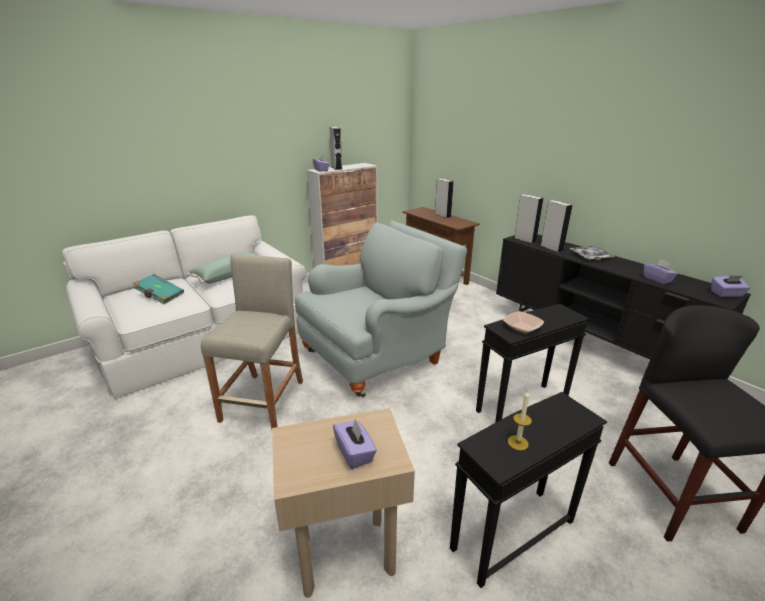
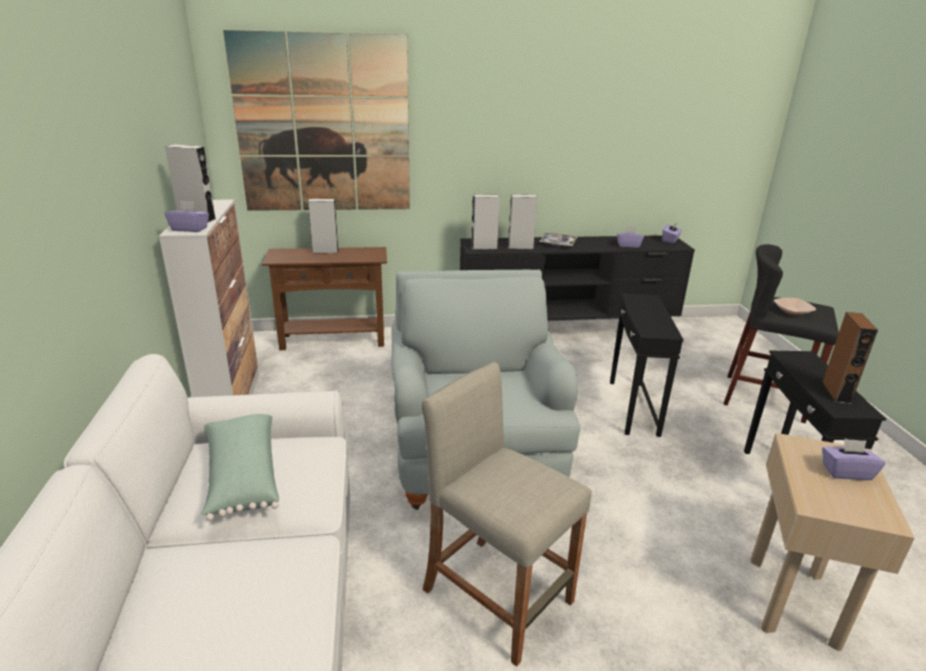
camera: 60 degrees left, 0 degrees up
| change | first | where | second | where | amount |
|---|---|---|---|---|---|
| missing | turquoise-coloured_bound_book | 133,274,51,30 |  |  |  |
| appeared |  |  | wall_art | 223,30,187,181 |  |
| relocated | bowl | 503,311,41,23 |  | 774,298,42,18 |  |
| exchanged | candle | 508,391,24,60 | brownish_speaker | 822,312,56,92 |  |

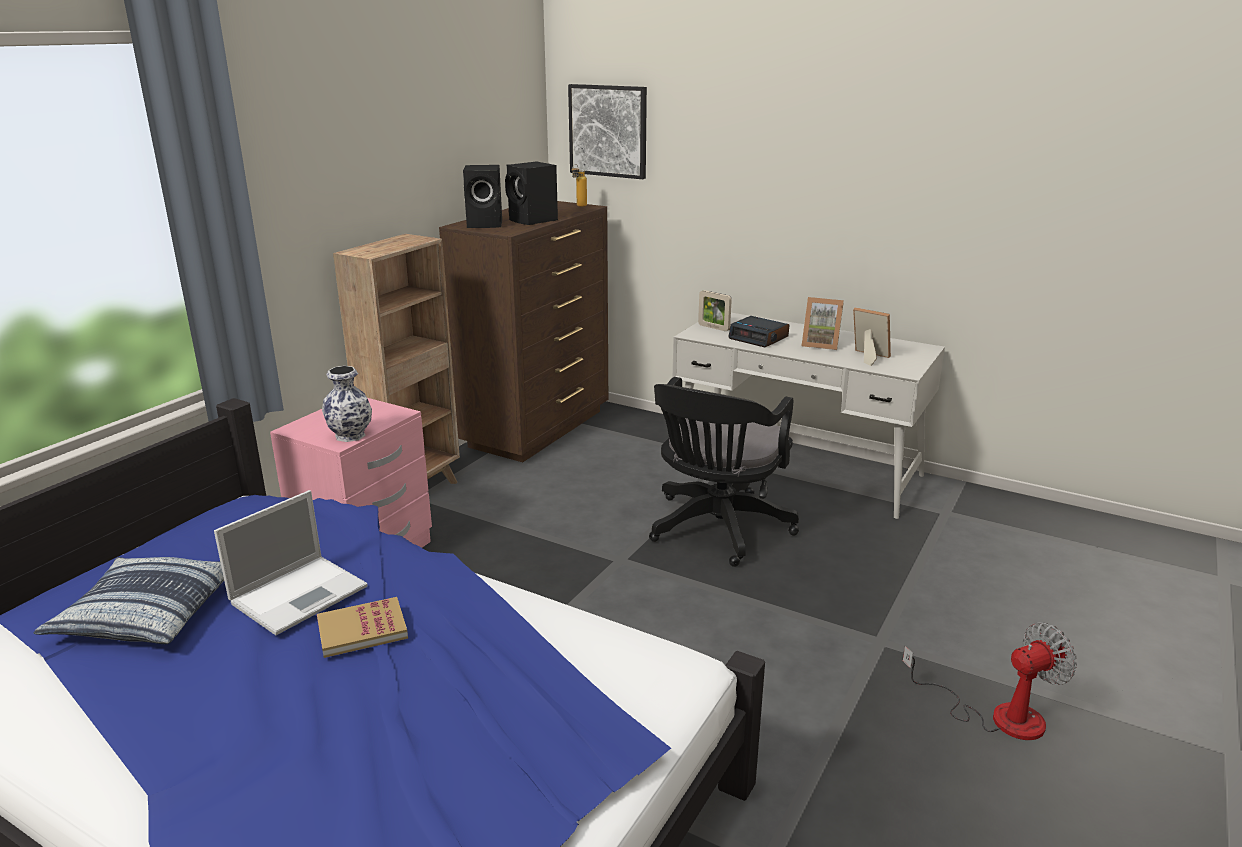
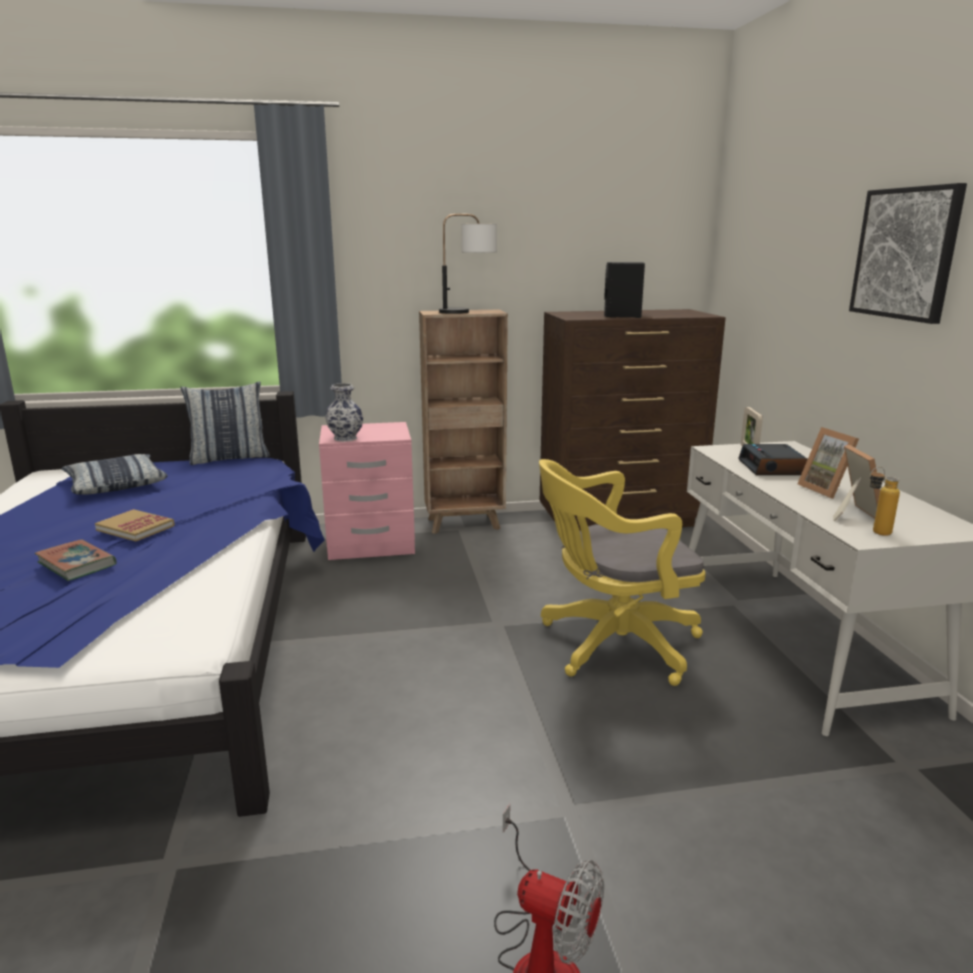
camera: 50 degrees right, 5 degrees down
| change | first | where | second | where | amount |
|---|---|---|---|---|---|
| missing | laptop | 214,490,154,145 |  |  |  |
| missing | blackish_speaker | 463,165,39,63 |  |  |  |
| appeared |  |  | bound_book | 35,540,82,41 |  |
| appeared |  |  | pillow | 181,382,88,83 |  |
| appeared |  |  | table_lamp | 439,214,58,100 |  |
| relocated | wall_art | 568,84,79,95 |  | 849,183,118,141 |  |
| relocated | drink_bottle | 571,164,16,43 |  | 870,467,30,69 |  |
| colour | blackish_desk_chair | 649,377,150,190 | yellow_desk_chair | 539,459,167,227 |  |

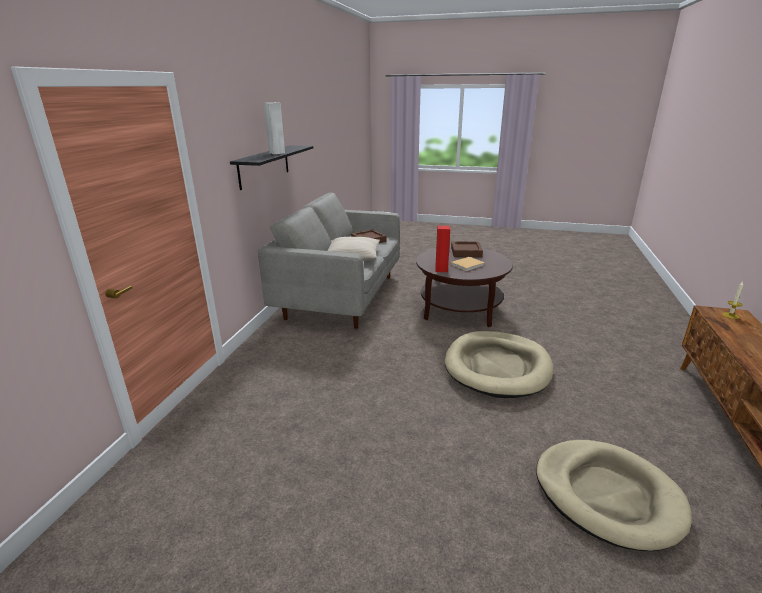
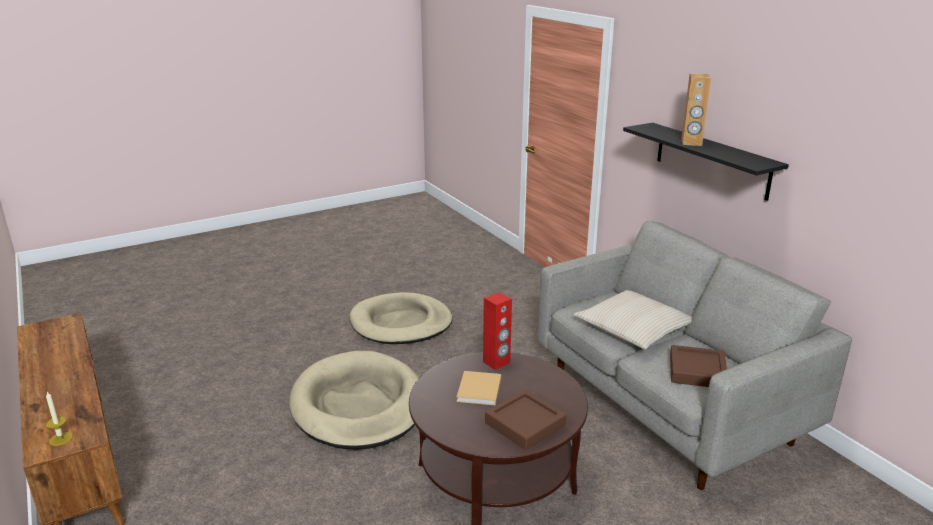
camera: 135 degrees right, 0 degrees up
| change | first | where | second | where | amount |
|---|---|---|---|---|---|
| relocated | beige-coloured_dog_cushion | 536,440,156,111 |  | 350,292,102,52 |  |
| colour | whitish_speaker | 264,103,21,51 | brownish_speaker | 681,74,30,72 |  |

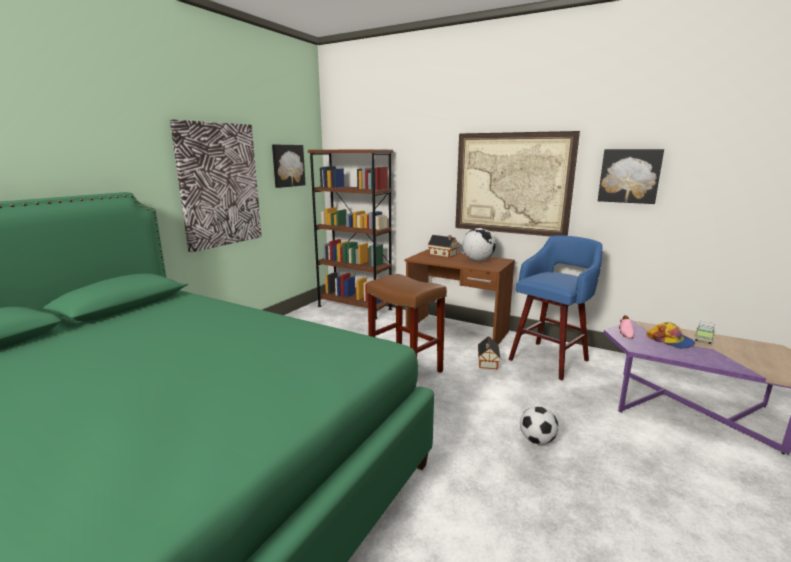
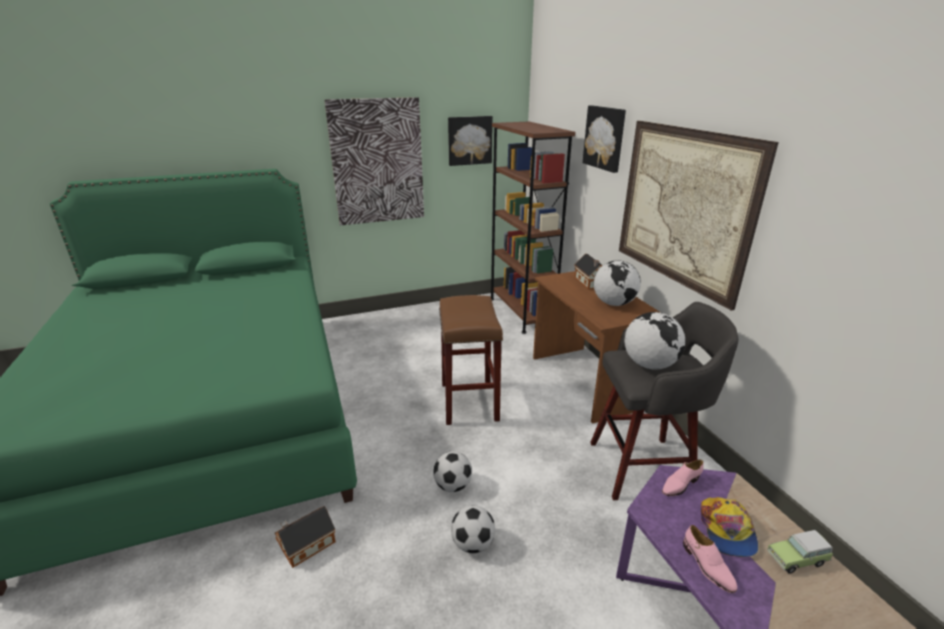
camera: 40 degrees right, 10 degrees up
| change | first | where | second | where | amount |
|---|---|---|---|---|---|
| appeared |  |  | football | 433,451,39,41 |  |
| appeared |  |  | desk_globe | 624,312,61,57 |  |
| appeared |  |  | pinkish_shoe | 683,525,54,68 |  |
| relocated | miniature_house | 478,336,23,33 |  | 275,506,61,62 |  |
| relocated | wall_art | 598,149,66,55 |  | 583,105,43,68 |  |
| colour | blue_sitting_stool | 508,235,95,145 | gray_sitting_stool | 590,302,148,198 |  |

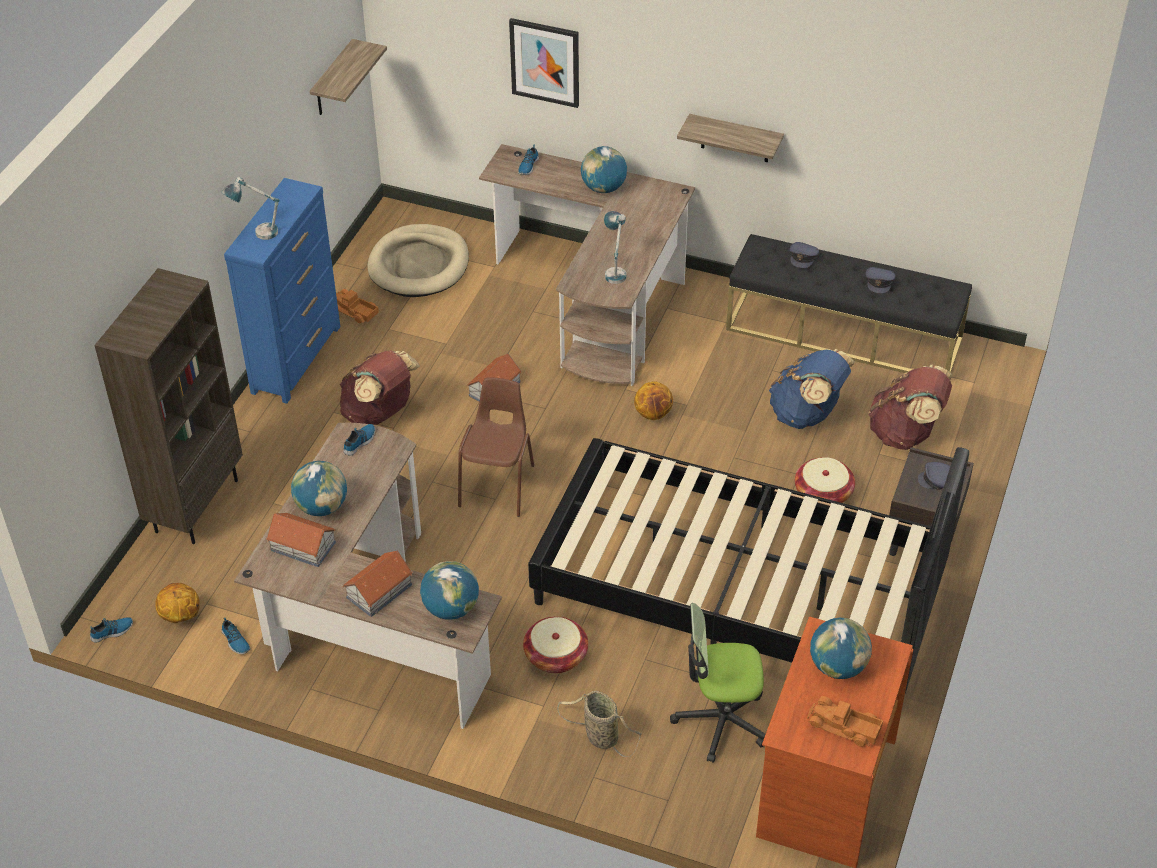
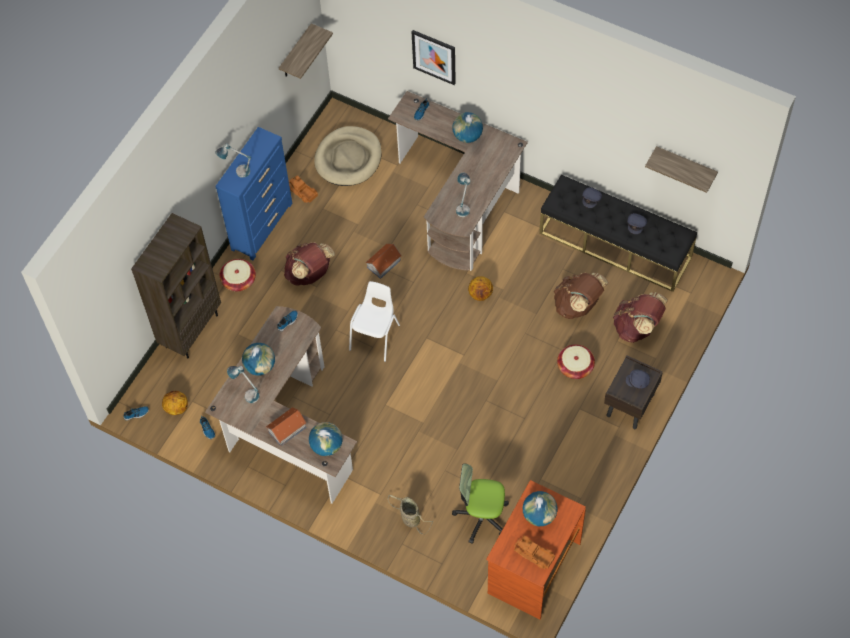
camera: 10 degrees right, 15 degrees up
| change | first | where | second | where | amount |
|---|---|---|---|---|---|
| missing | blackish_sleeping_bed | 528,438,441,256 |  |  |  |
| relocated | storage_basket | 523,617,65,56 |  | 219,259,37,32 |  |
| relocated | bracket_shelf | 677,114,107,48 |  | 645,146,73,47 |  |
| exchanged | miniature_house | 266,513,70,54 | table_lamp | 227,366,32,37 |  |
| colour | brownish_upright_chair | 458,378,76,139 | whitish_upright_chair | 349,281,51,81 |  |
| colour | blue_knapsack | 769,349,86,80 | brownish_knapsack | 554,273,54,46 |  |

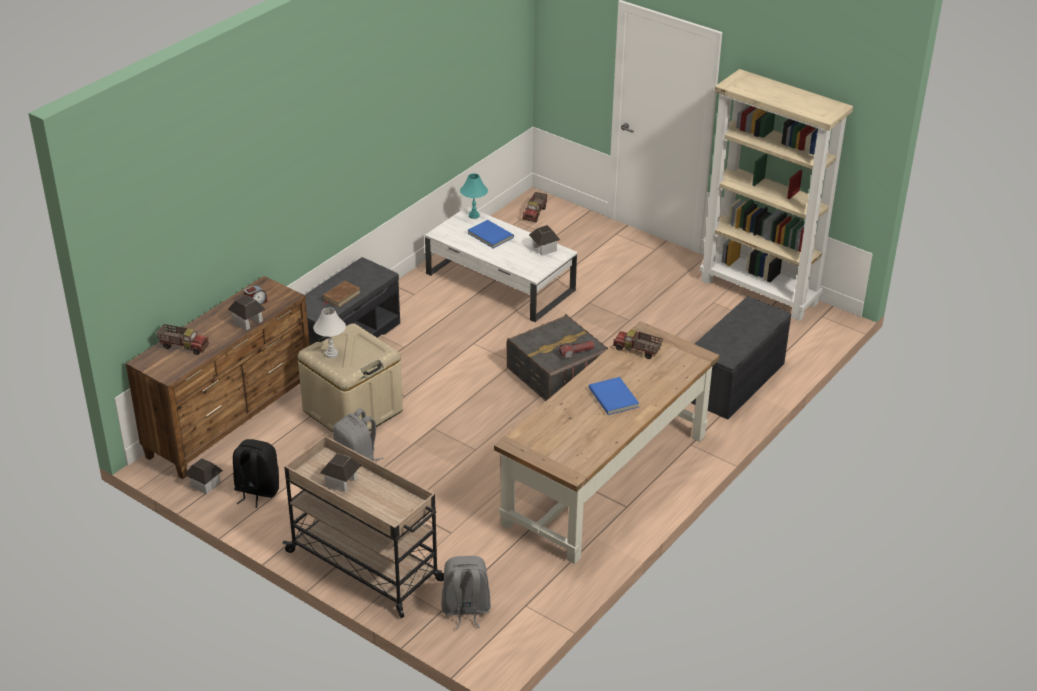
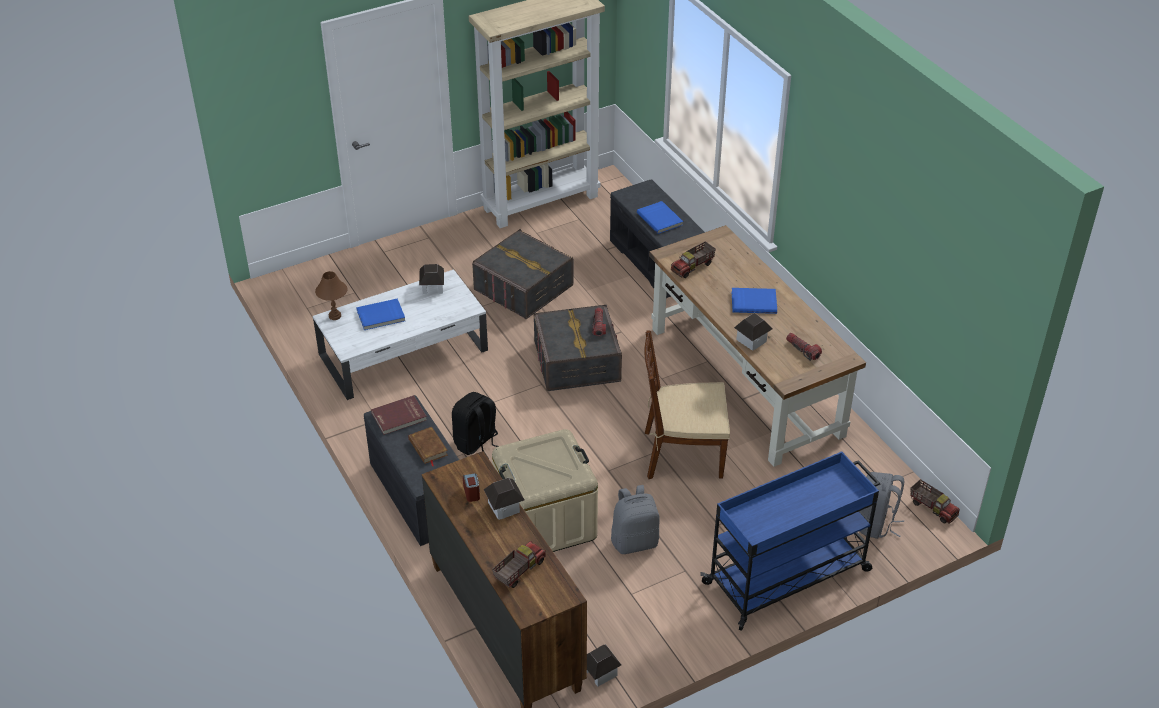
camera: 65 degrees left, 5 degrees up
| change | first | where | second | where | amount |
|---|---|---|---|---|---|
| missing | whitish_table_lamp | 313,308,33,50 |  |  |  |
| appeared |  |  | red_bound_book | 371,395,56,40 |  |
| appeared |  |  | gray_storage_bin | 472,229,101,90 |  |
| appeared |  |  | blue_bound_book | 637,201,46,33 |  |
| appeared |  |  | brownish_upright_chair | 644,330,86,149 |  |
| appeared |  |  | flashlight | 786,333,36,28 |  |
| relocated | blackish_knapsack | 233,439,46,69 |  | 452,392,46,67 |  |
| relocated | miniature_house | 320,453,42,39 |  | 734,313,38,38 |  |
| relocated | toy_truck | 522,192,26,30 |  | 910,479,50,45 |  |
| colour | beige-coloured_cart | 283,436,161,182 | blue_cart | 700,452,180,179 |  |
| colour | turquoise-coloured_table_lamp | 460,173,28,46 | brownish_table_lamp | 315,271,32,49 |  |

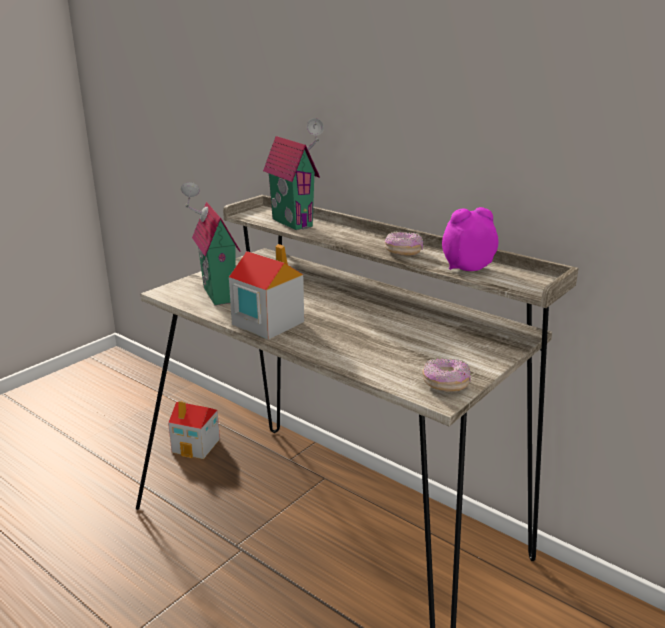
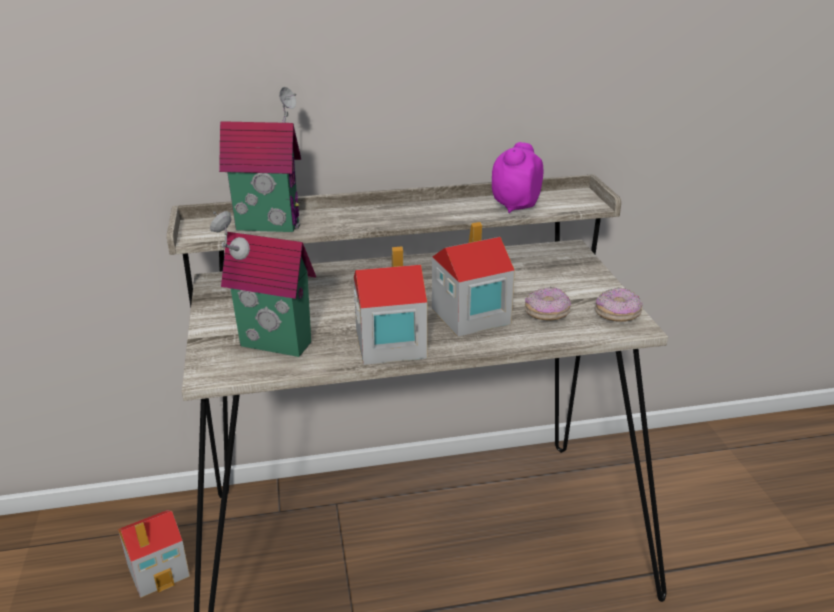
camera: 50 degrees left, 5 degrees up
| change | first | where | second | where | amount |
|---|---|---|---|---|---|
| appeared |  |  | miniature_house | 432,222,83,115 |  |
| relocated | ring_doughnut | 385,232,38,24 |  | 525,287,46,34 |  |

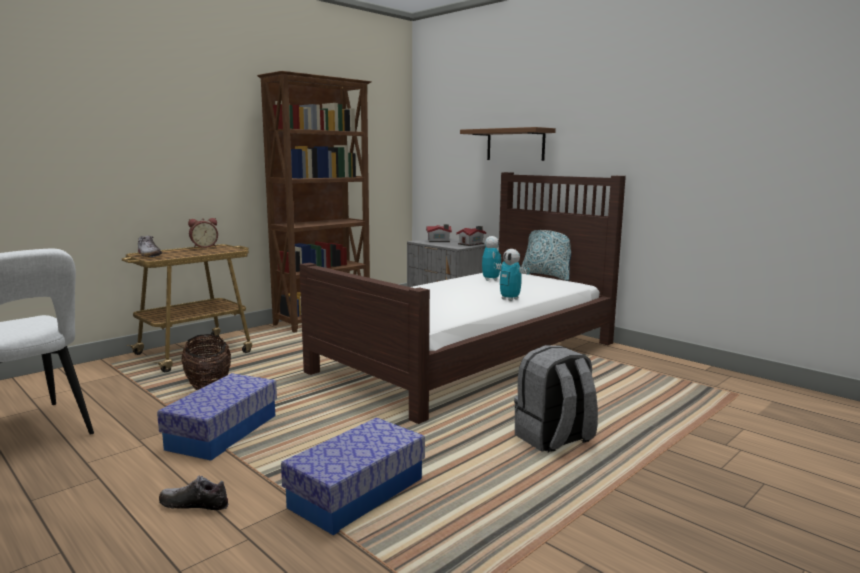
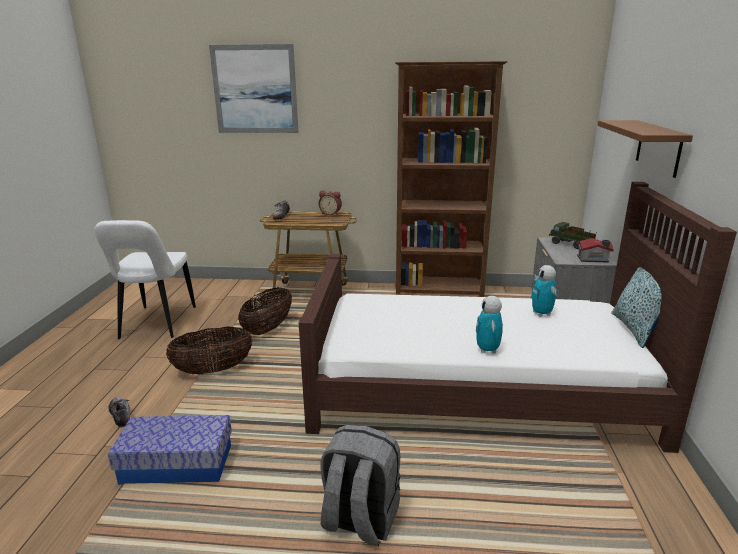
camera: 50 degrees right, 10 degrees up
| change | first | where | second | where | amount |
|---|---|---|---|---|---|
| appeared |  |  | wall_art | 209,44,90,89 |  |
| exchanged | storage_bin | 157,373,120,88 | storage_basket | 166,326,87,48 |  |
| exchanged | miniature_house | 426,224,26,18 | toy_truck | 549,222,48,27 |  |
| spun | robot_figure | 482,236,19,45 |  | 531,265,28,52 | 120 degrees clockwise |

